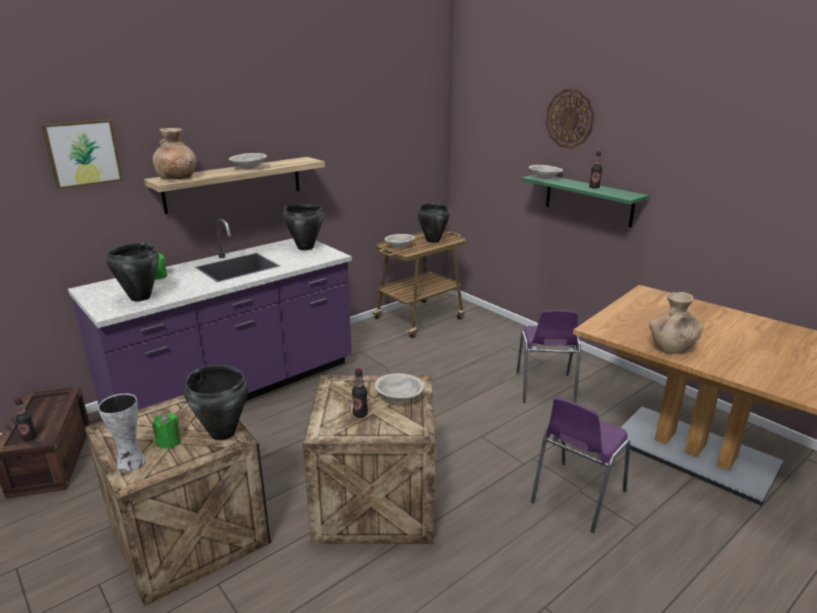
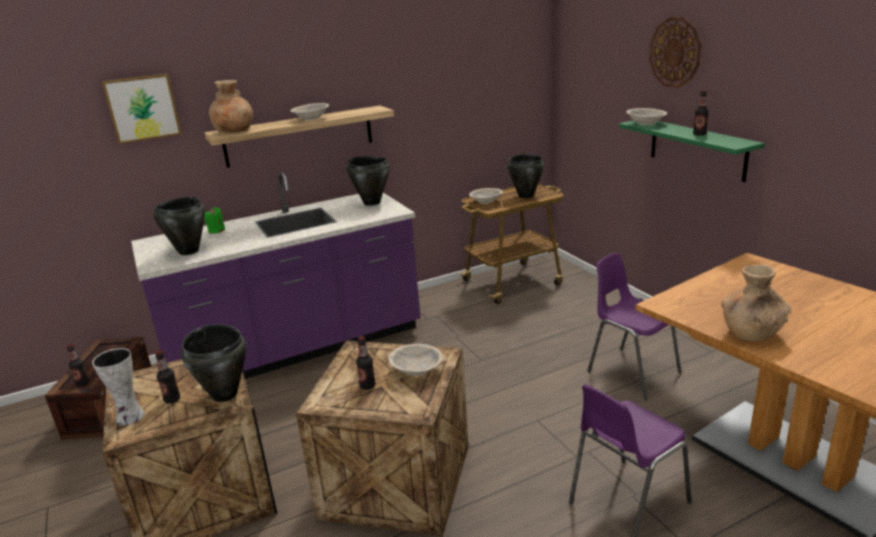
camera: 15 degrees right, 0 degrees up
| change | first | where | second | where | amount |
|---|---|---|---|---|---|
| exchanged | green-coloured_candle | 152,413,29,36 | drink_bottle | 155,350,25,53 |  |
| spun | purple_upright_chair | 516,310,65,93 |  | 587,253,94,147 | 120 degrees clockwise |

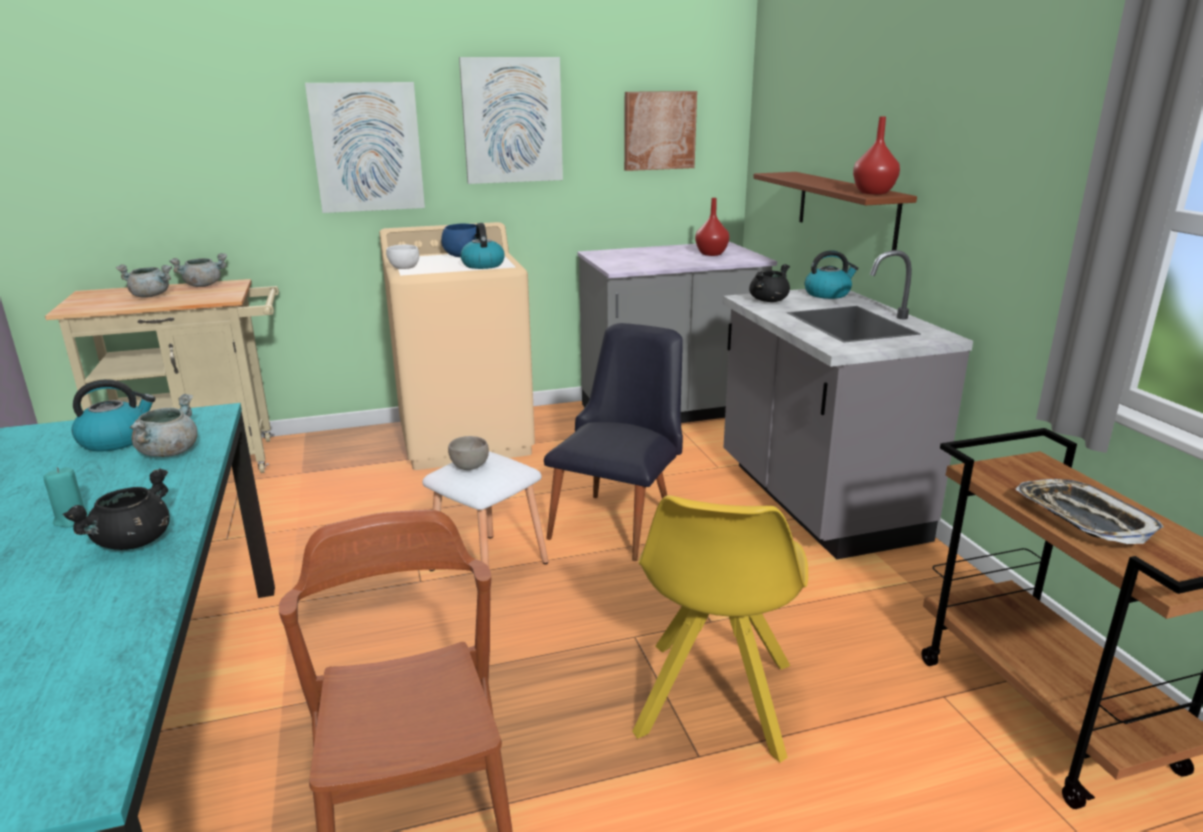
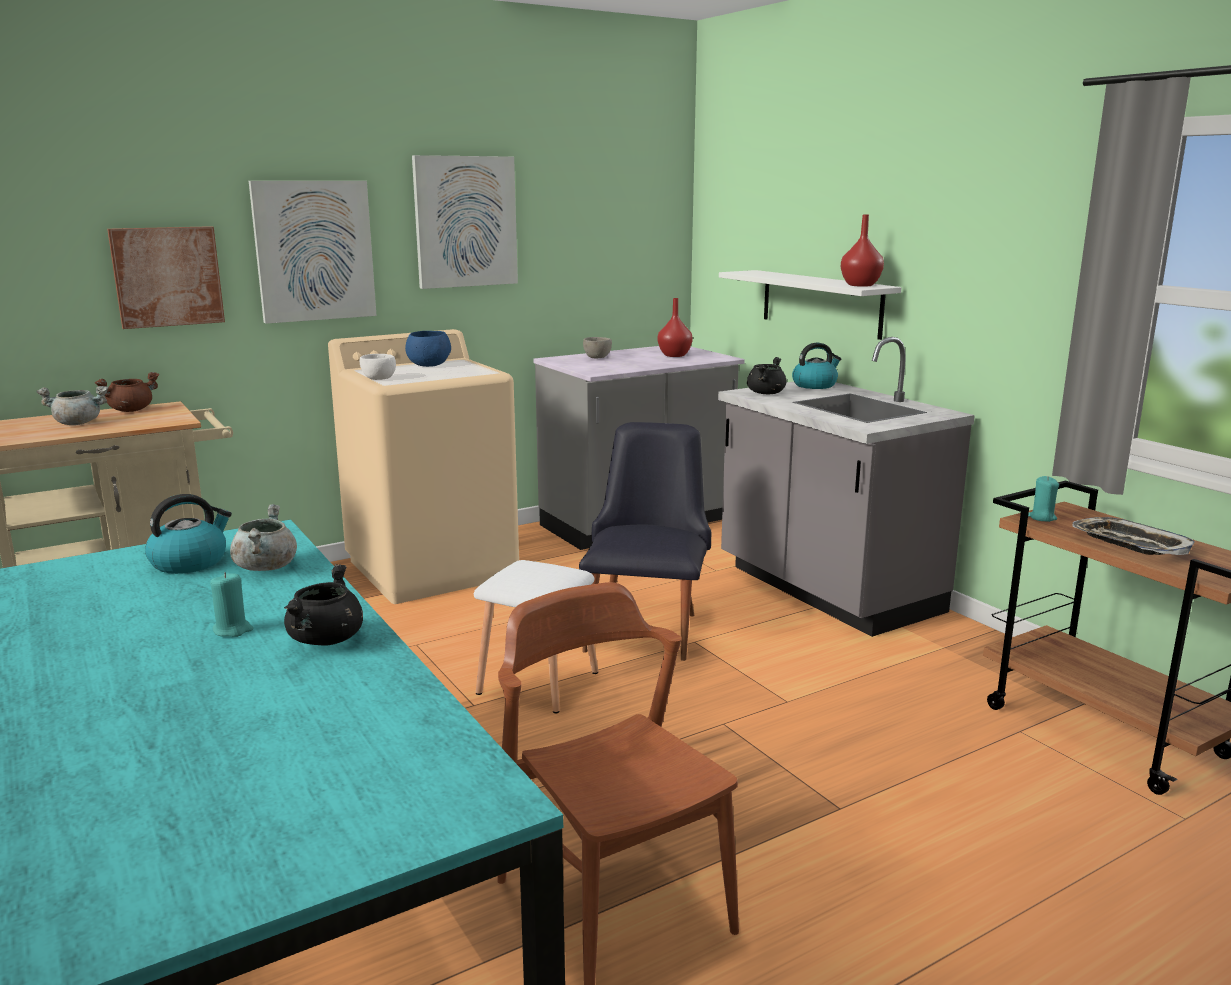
camera: 15 degrees left, 5 degrees down
| change | first | where | second | where | amount |
|---|---|---|---|---|---|
| missing | kettle | 460,223,45,46 |  |  |  |
| missing | yellow_upright_chair | 632,495,176,268 |  |  |  |
| appeared |  |  | turquoise-coloured_candle | 1028,476,31,46 |  |
| relocated | gray_bowl | 448,436,41,34 |  | 583,337,29,21 |  |
| relocated | wall_art | 624,91,73,80 |  | 107,226,118,103 |  |
| colour | gray_stockpot | 169,253,58,34 | brownish_stockpot | 95,372,64,40 |  |
| colour | brownish_bracket_shelf | 753,172,164,78 | whitish_bracket_shelf | 719,270,182,70 |  |

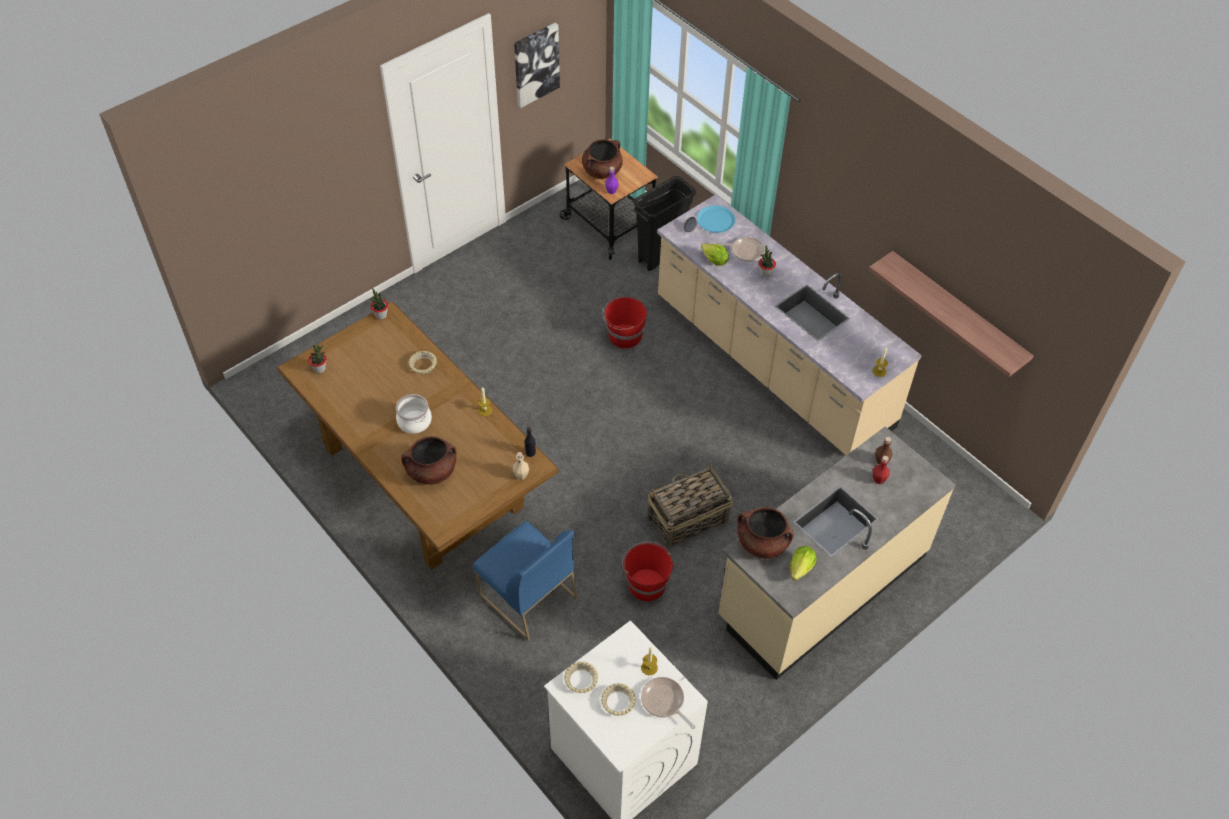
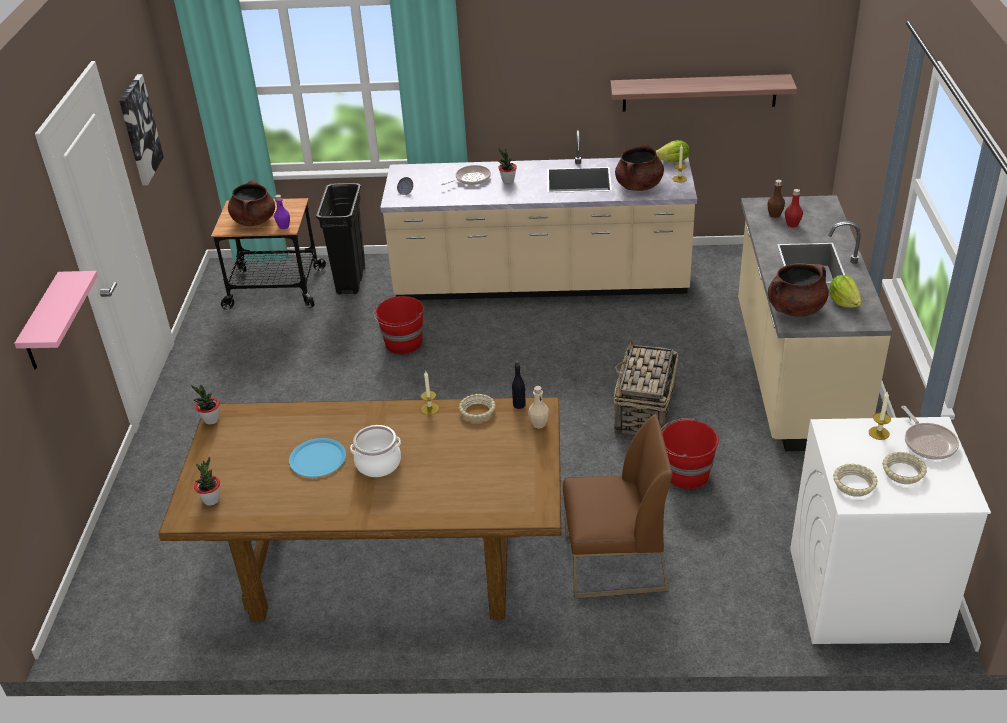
camera: 45 degrees left, 15 degrees down
| change | first | where | second | where | amount |
|---|---|---|---|---|---|
| appeared |  |  | pinkish_bracket_shelf | 14,271,84,98 |  |
| relocated | brownish_stockpot | 401,436,55,49 |  | 615,144,49,47 |  |
| relocated | beige-coloured_bowl | 409,351,28,23 |  | 459,394,37,27 |  |
| relocated | blue_plate | 697,205,38,28 |  | 289,438,57,39 |  |
| relocated | head_of_lettuce | 701,243,28,23 |  | 656,140,34,22 |  |
| colour | blue_upright_chair | 473,521,105,120 | brownish_upright_chair | 563,414,110,185 |  |
| spun | skillet | 641,677,54,52 |  | 901,406,58,54 | 105 degrees counterclockwise |

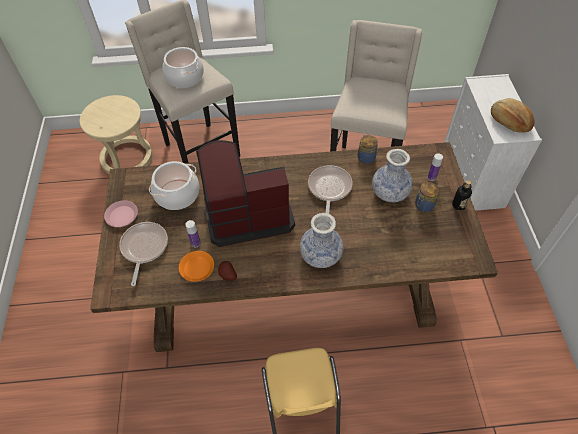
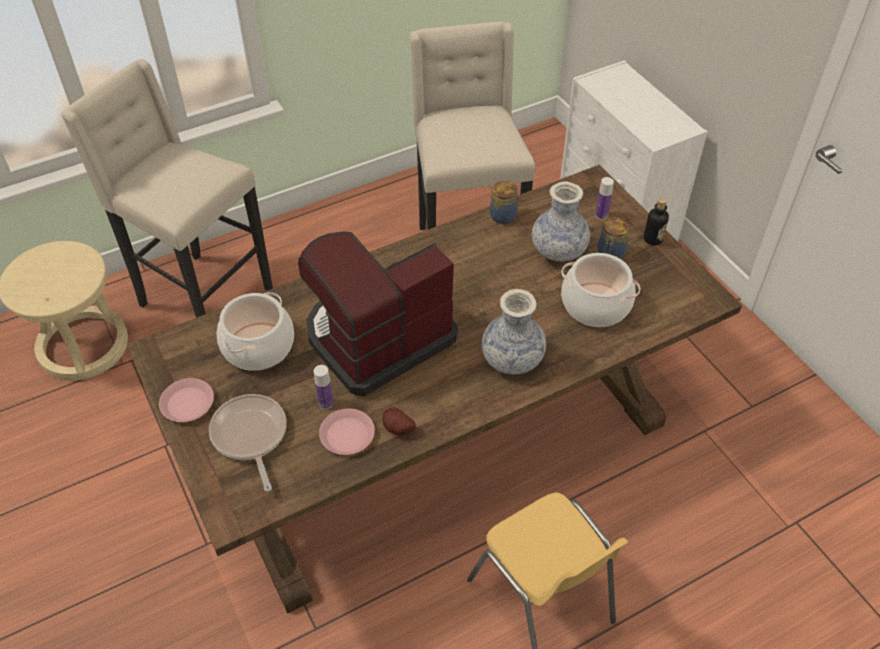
camera: 25 degrees left, 5 degrees down
| change | first | where | second | where | amount |
|---|---|---|---|---|---|
| missing | skillet | 308,165,45,49 |  |  |  |
| missing | bread | 491,98,44,35 |  |  |  |
| relocated | stockpot | 163,47,41,41 |  | 561,253,79,74 |  |
| colour | orange-coloured_plate | 179,251,35,31 | pinkish_plate | 319,409,56,46 |  |

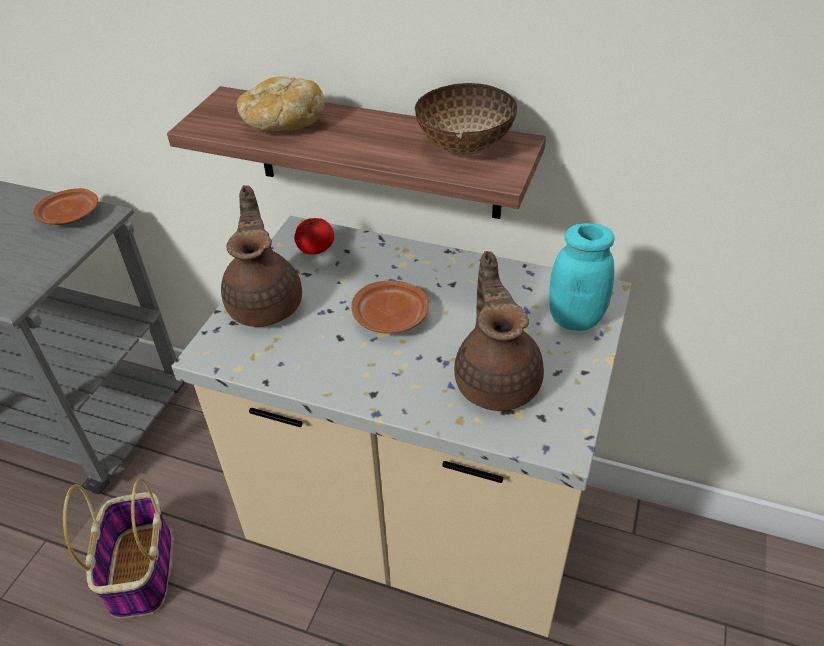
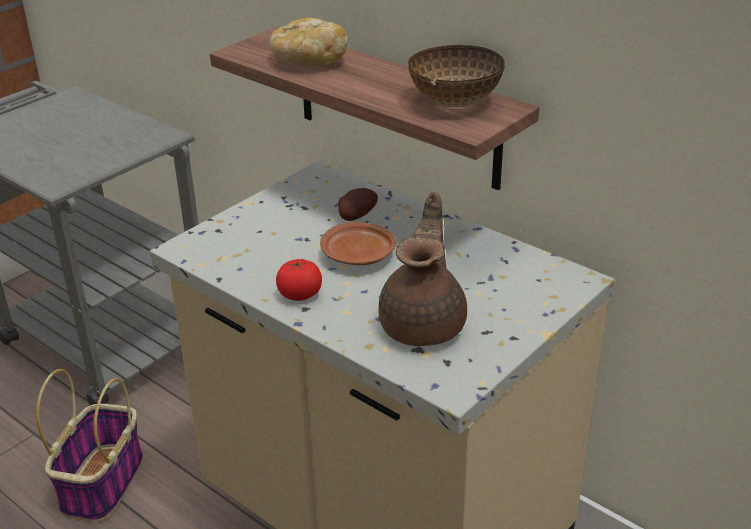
camera: 20 degrees right, 10 degrees down
| change | first | where | second | where | amount |
|---|---|---|---|---|---|
| missing | brownish_plate | 33,188,65,37 |  |  |  |
| missing | brownish_teapot | 221,185,81,142 |  |  |  |
| missing | turquoise-coloured_preserve_jar | 549,223,65,108 |  |  |  |
| appeared |  |  | spud | 338,188,40,33 |  |
| relocated | tomato | 294,218,40,37 |  | 276,259,46,42 |  |

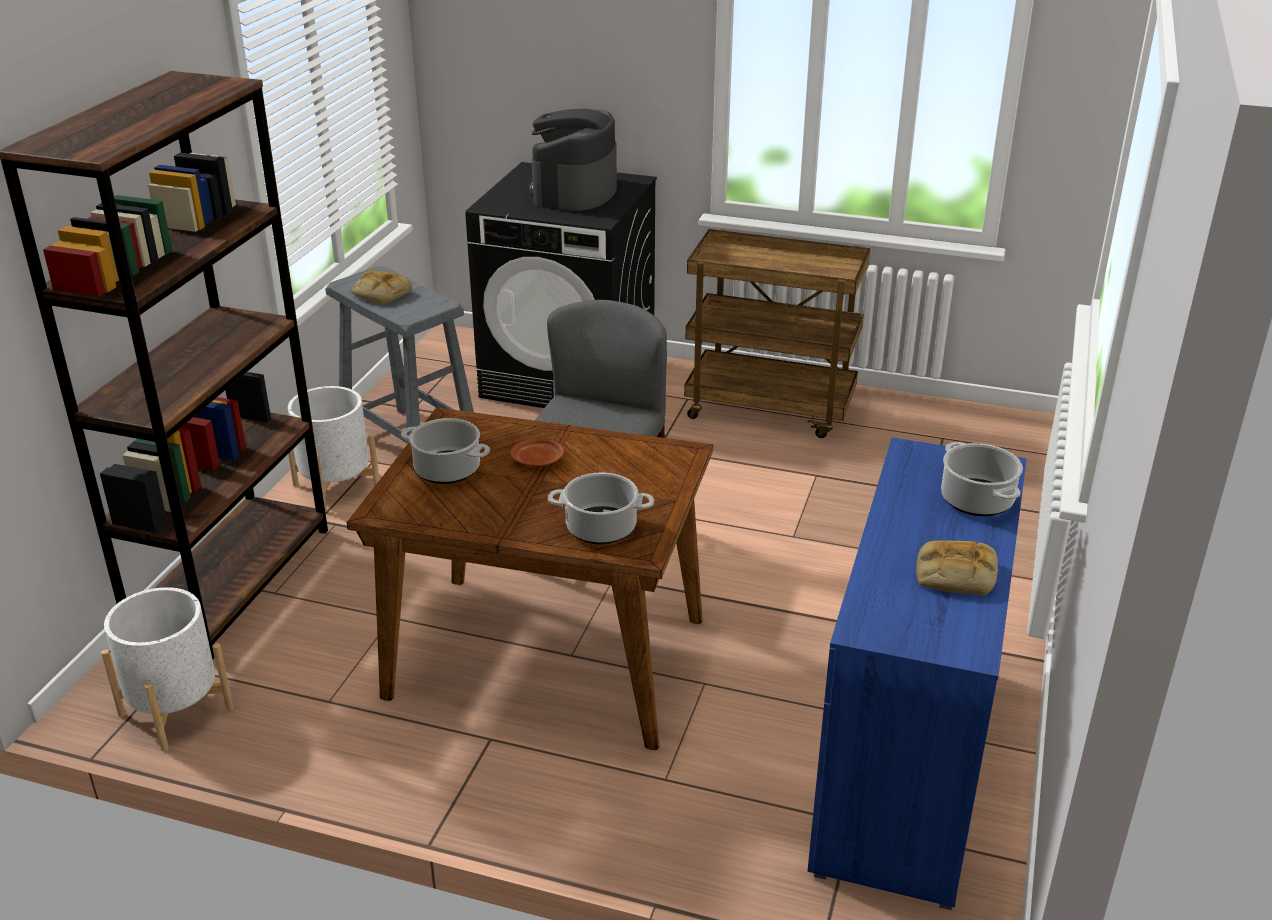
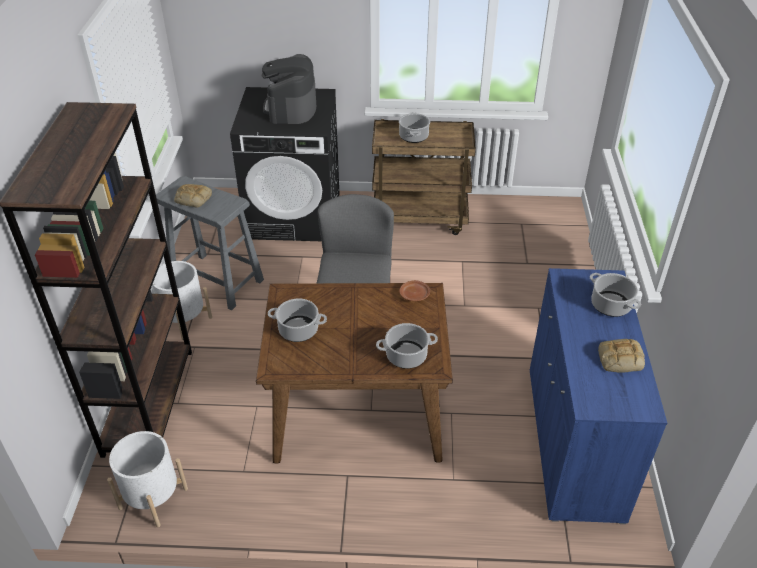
camera: 15 degrees left, 10 degrees up
| change | first | where | second | where | amount |
|---|---|---|---|---|---|
| appeared |  |  | stockpot | 399,112,31,31 |  |
| relocated | brownish_plate | 510,438,54,29 |  | 399,280,31,21 |  |

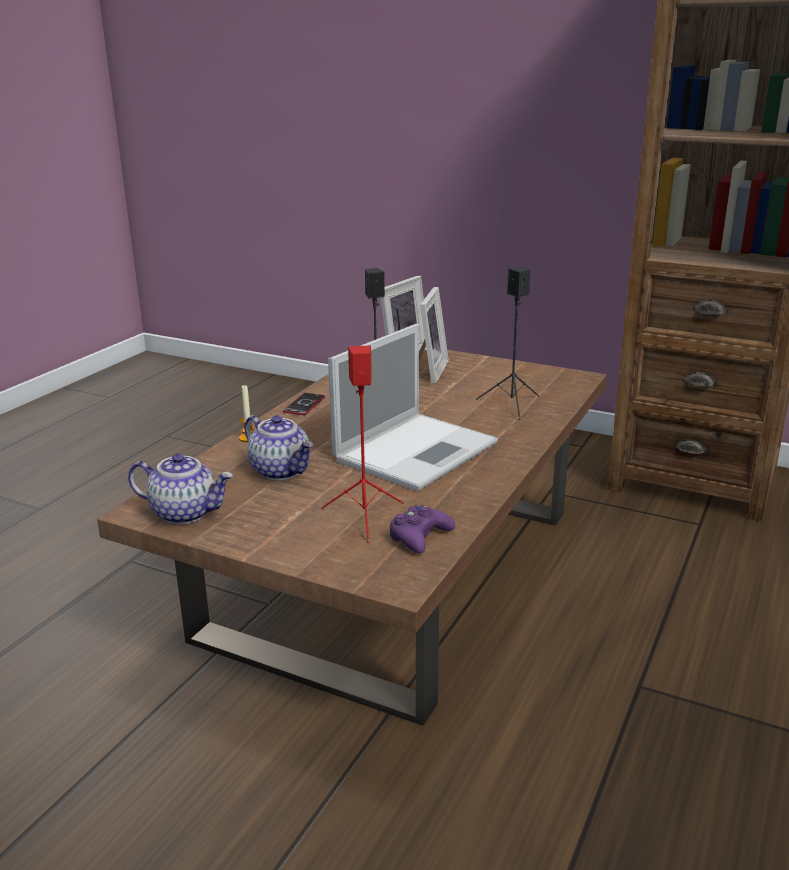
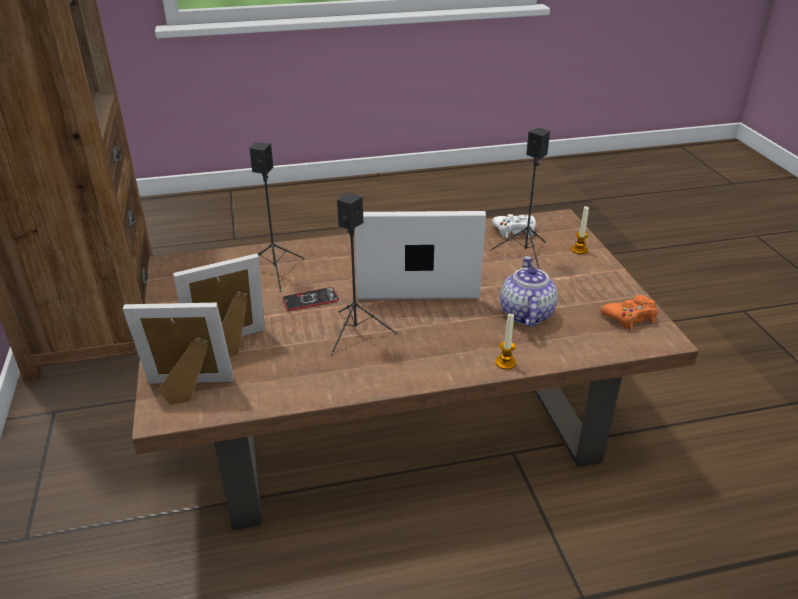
camera: 130 degrees left, 10 degrees up
| change | first | where | second | where | amount |
|---|---|---|---|---|---|
| appeared |  |  | candle | 571,206,18,48 |  |
| relocated | telephone | 283,393,42,22 |  | 282,287,57,24 |  |
| exchanged | teapot | 128,453,105,71 | orange-coloured_game_controller | 601,295,57,35 |  |
| colour | red_speaker | 321,346,83,197 | blackish_speaker | 490,128,60,141 |  |
| colour | purple_game_controller | 389,504,66,50 | whitish_game_controller | 492,214,44,24 |  |

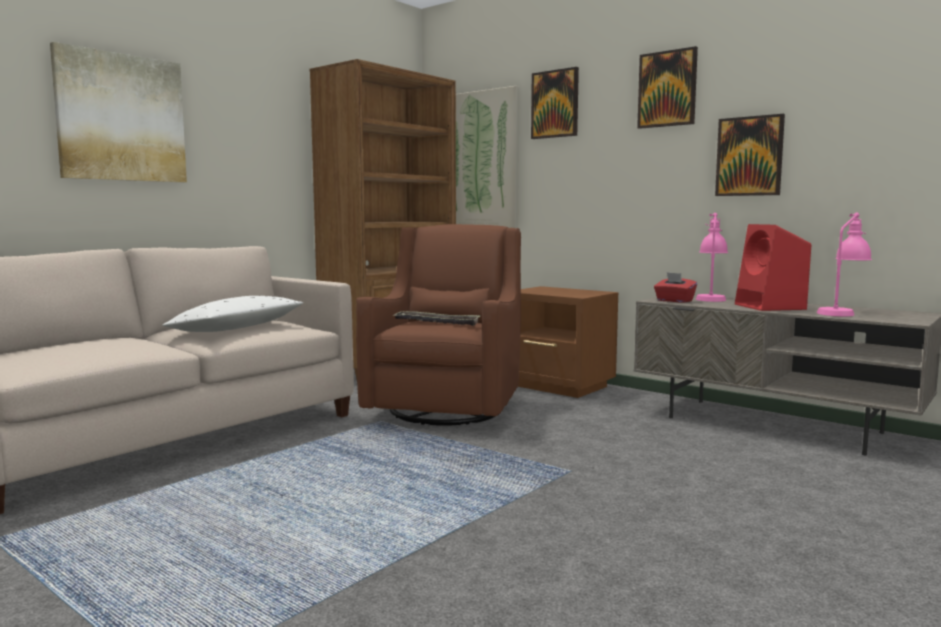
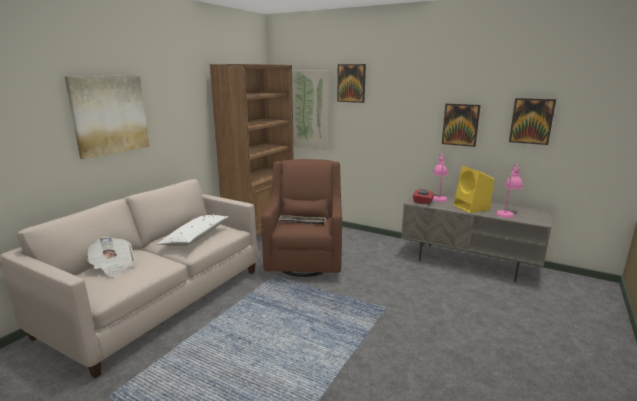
camera: 10 degrees left, 10 degrees up
| change | first | where | second | where | amount |
|---|---|---|---|---|---|
| missing | brownish_nightstand | 518,286,100,112 |  |  |  |
| appeared |  |  | newspaper | 87,236,48,41 |  |
| relocated | wall_art | 637,46,61,83 |  | 509,98,47,47 |  |
| colour | red_speaker | 735,224,76,87 | yellow_speaker | 454,166,40,47 |  |

